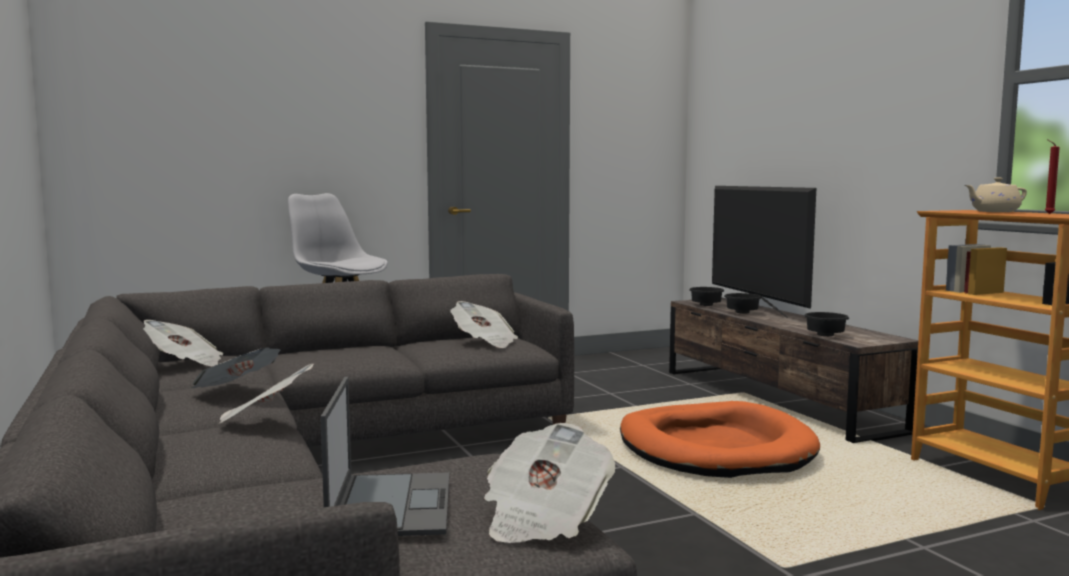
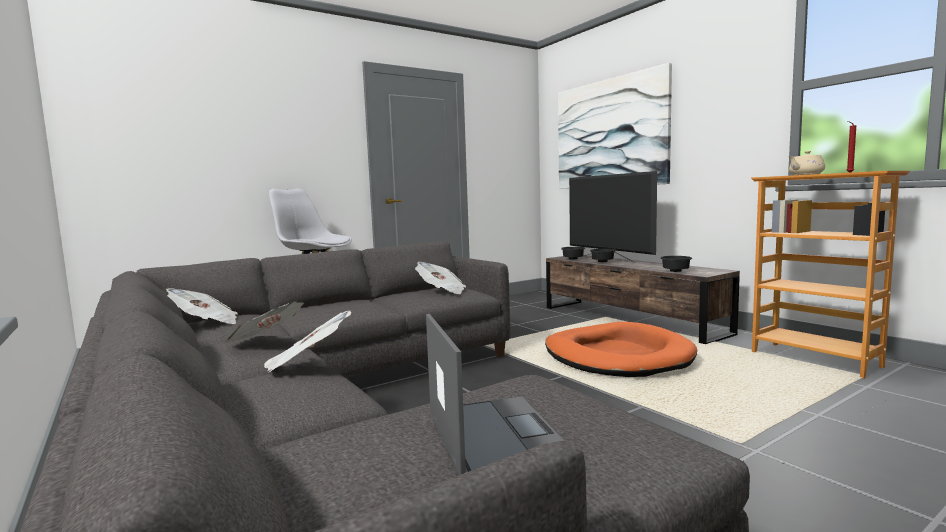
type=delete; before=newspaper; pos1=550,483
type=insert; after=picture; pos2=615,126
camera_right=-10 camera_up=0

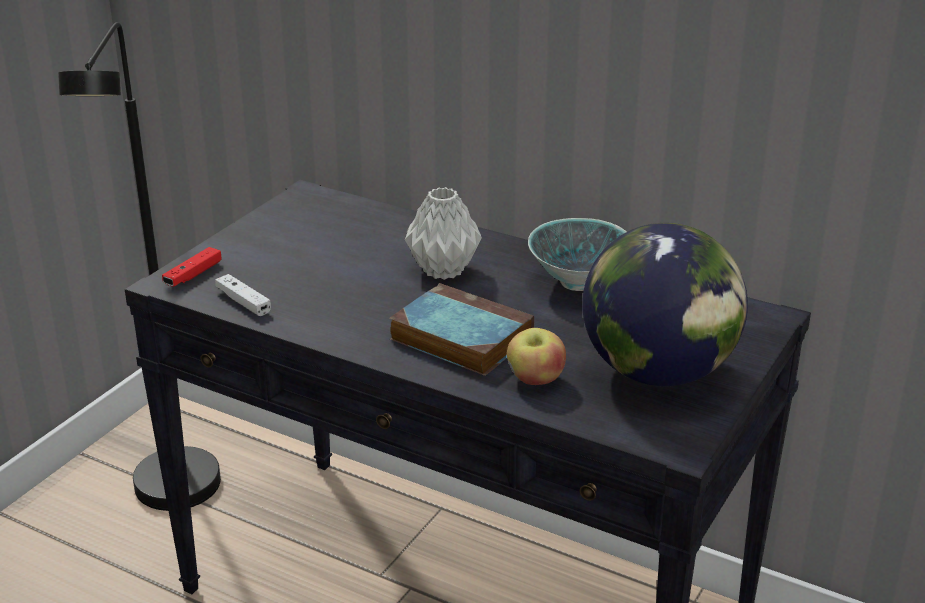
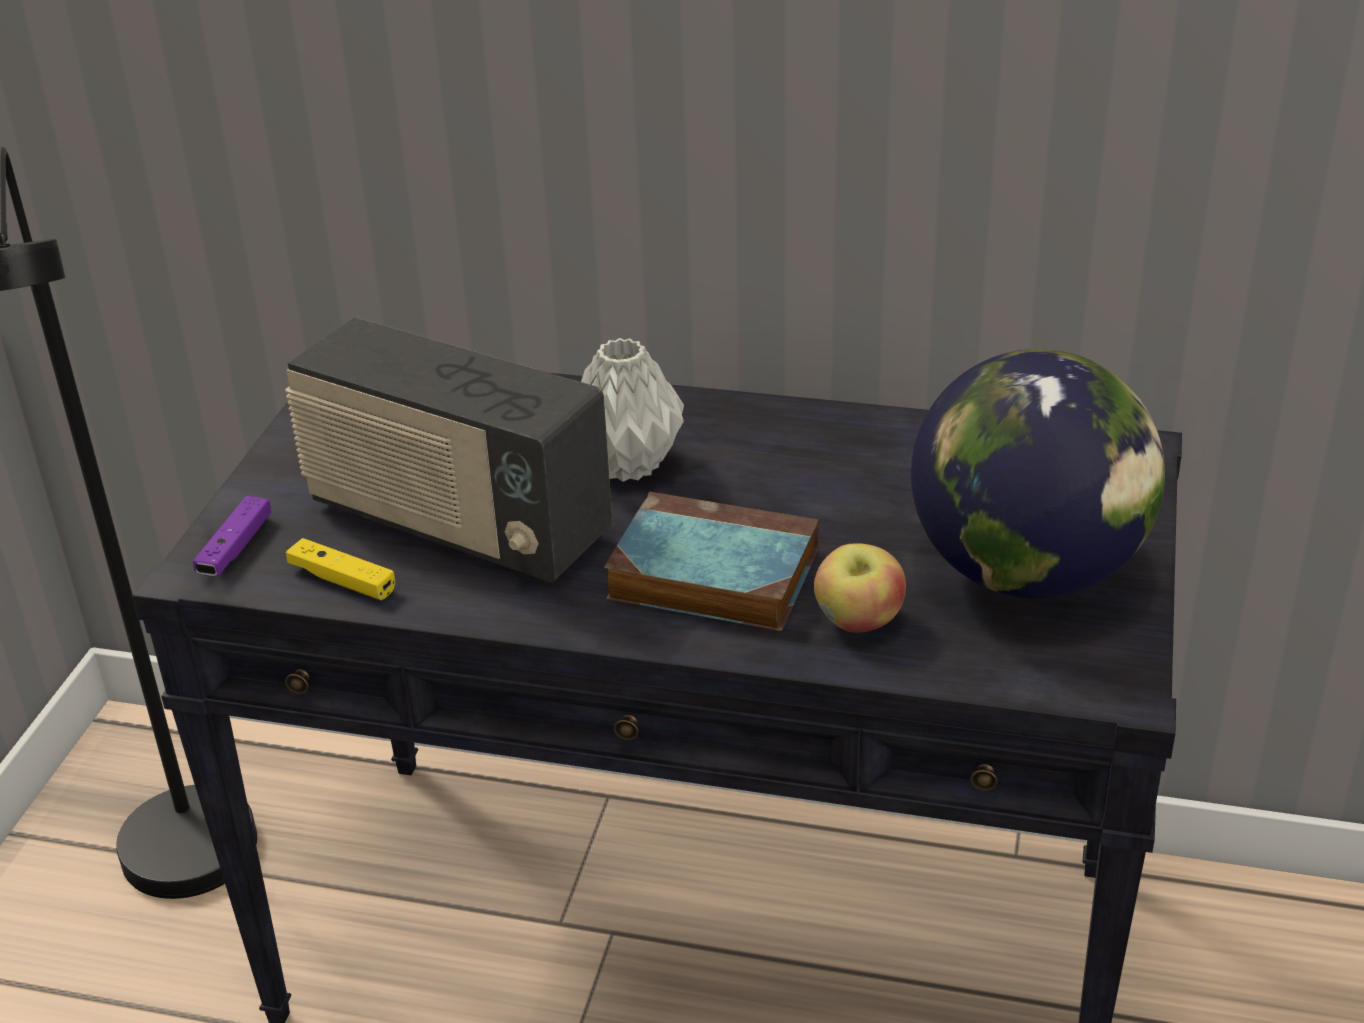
type=delete; before=bowl; pos1=577,254
type=insert; after=radio; pos2=448,449
type=recolor; before=red game controller; after=purple game controller; pos1=191,267; pos2=232,536
type=recolor; before=white game controller; after=yellow game controller; pos1=243,295; pos2=340,569
camera_right=-15 camera_up=5

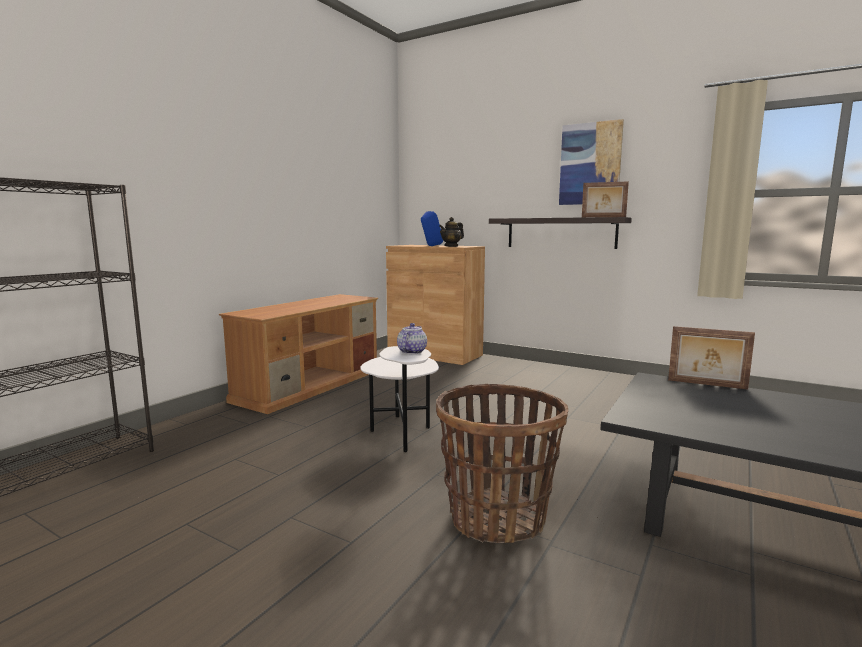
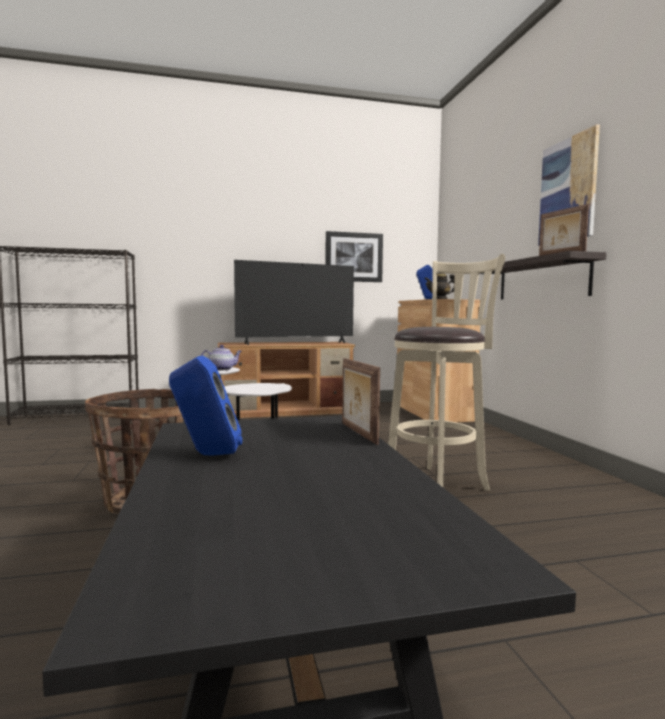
type=insert; after=blue speaker; pos2=205,406
type=insert; after=television; pos2=294,302
type=insert; after=picture; pos2=354,256
type=insert; after=beige stool; pos2=446,372
camera_right=45 camera_up=-5

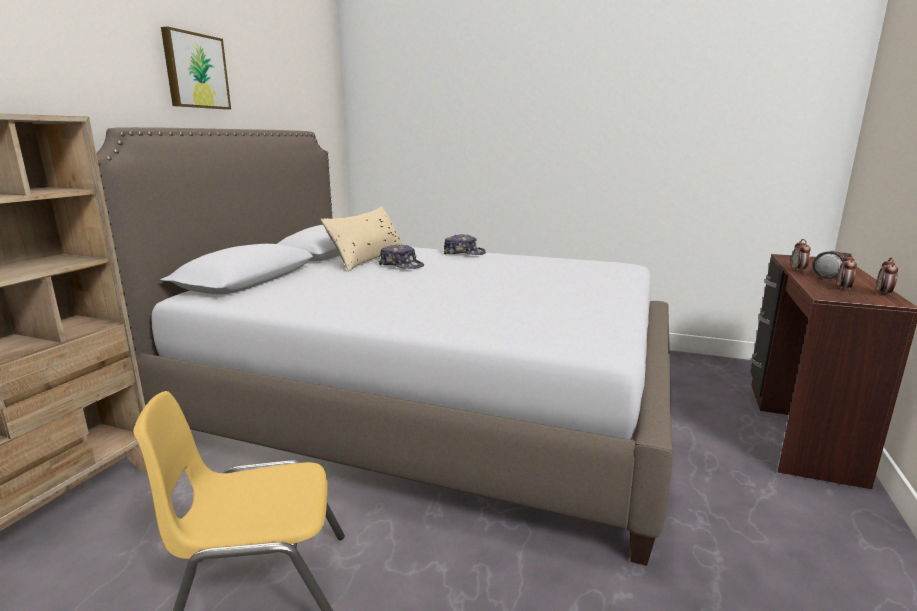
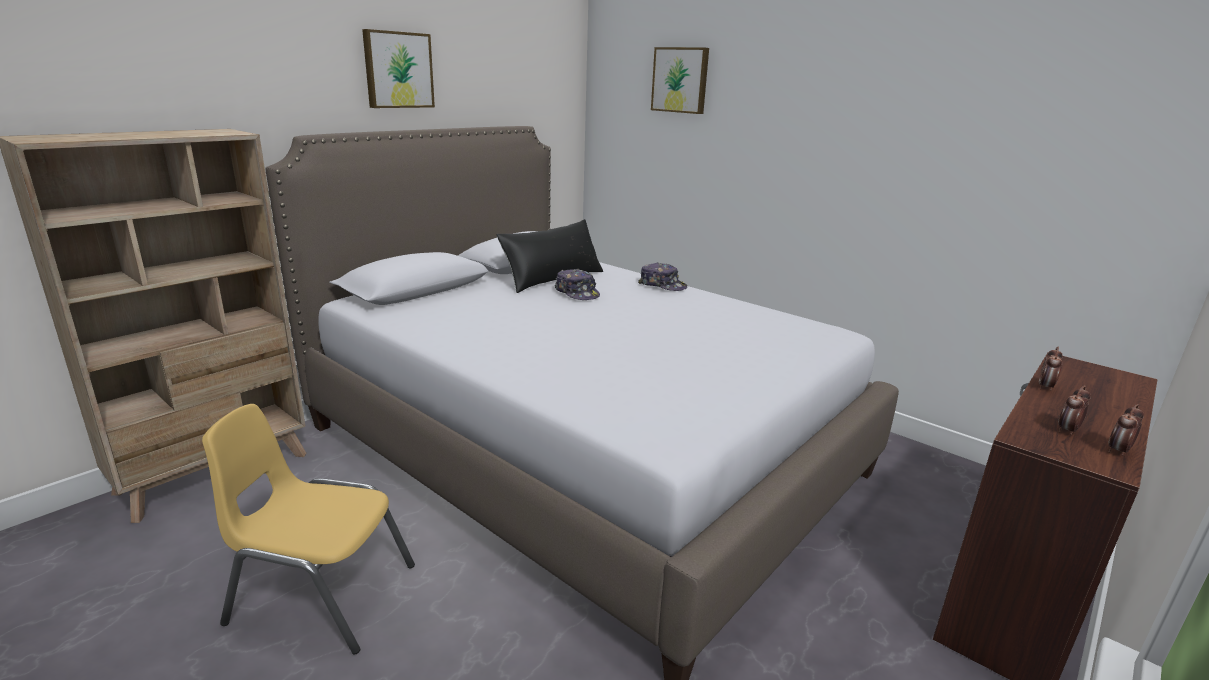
type=delete; before=flashlight; pos1=832,265
type=insert; after=picture; pos2=680,80
type=recolor; before=beige pillow; after=black pillow; pos1=361,238; pos2=549,256
camera_right=20 camera_up=5

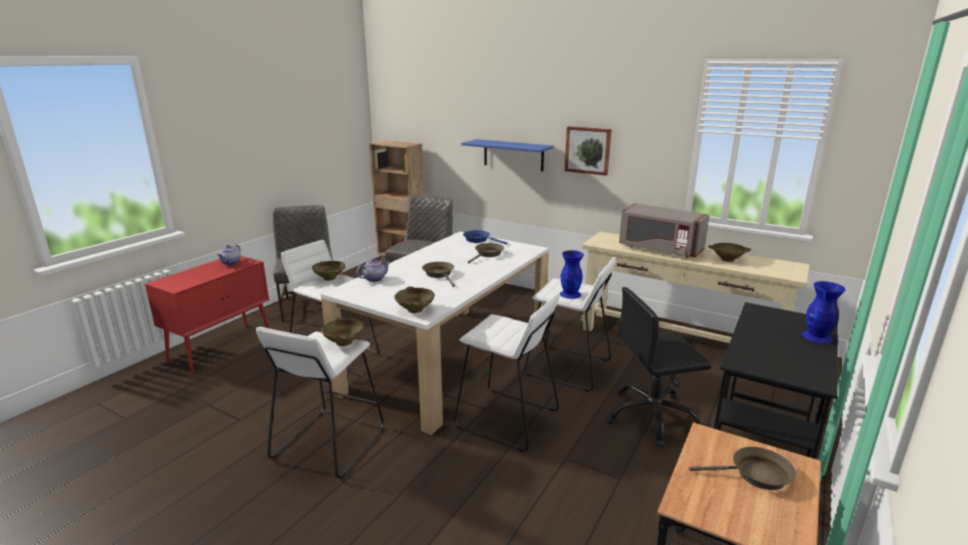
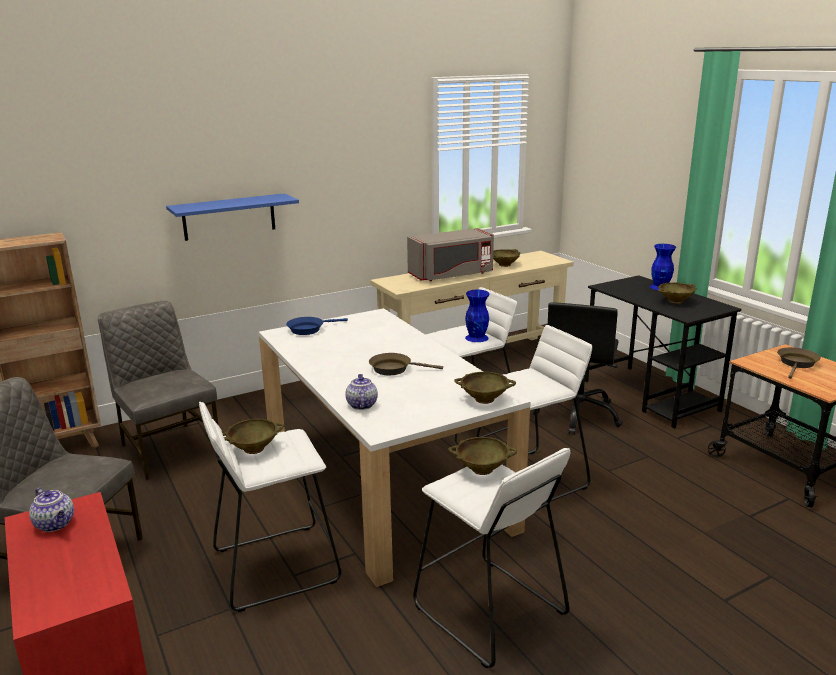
type=delete; before=brown frying pan; pos1=486,253
type=delete; before=picture; pos1=588,151
type=insert; after=beige bowl; pos2=677,293
camera_right=-60 camera_up=0

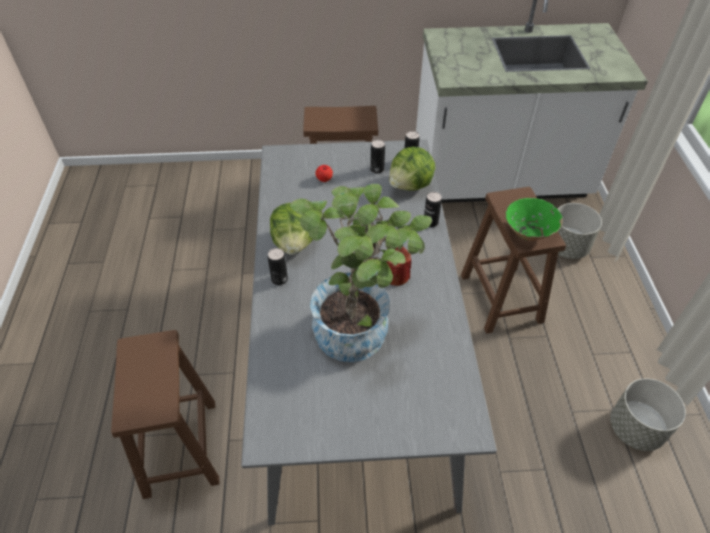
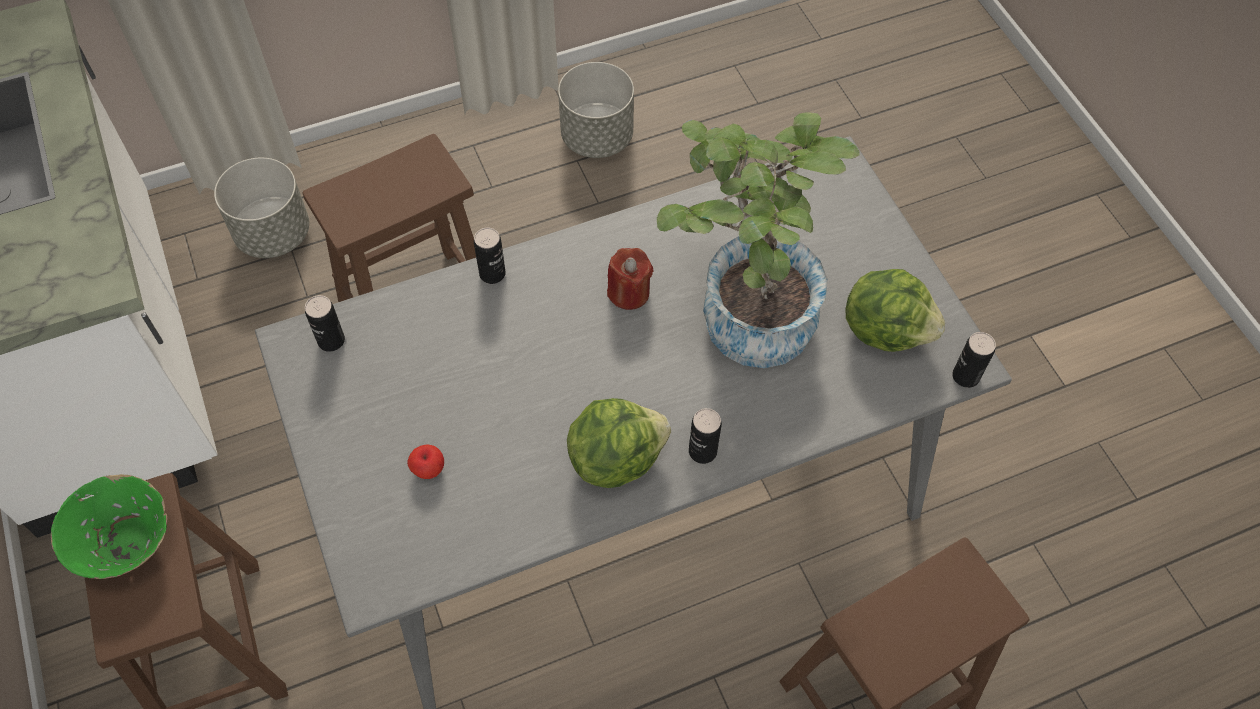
type=move; before=can; pos1=377,156; pos2=974,360
type=move; before=lettuce; pos1=412,169; pos2=895,310
type=move; before=green bowl; pos1=534,219; pos2=109,526
camera_right=-110 camera_up=10

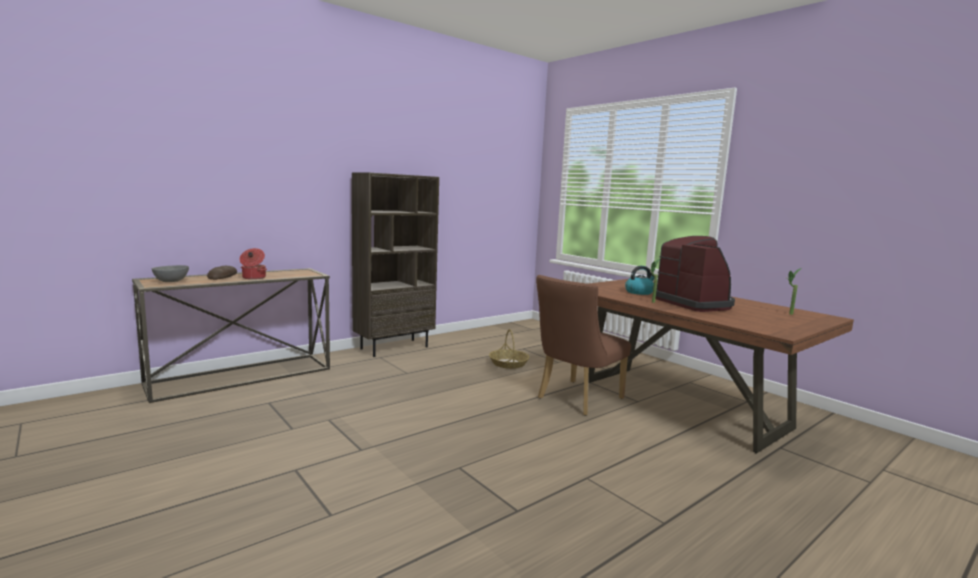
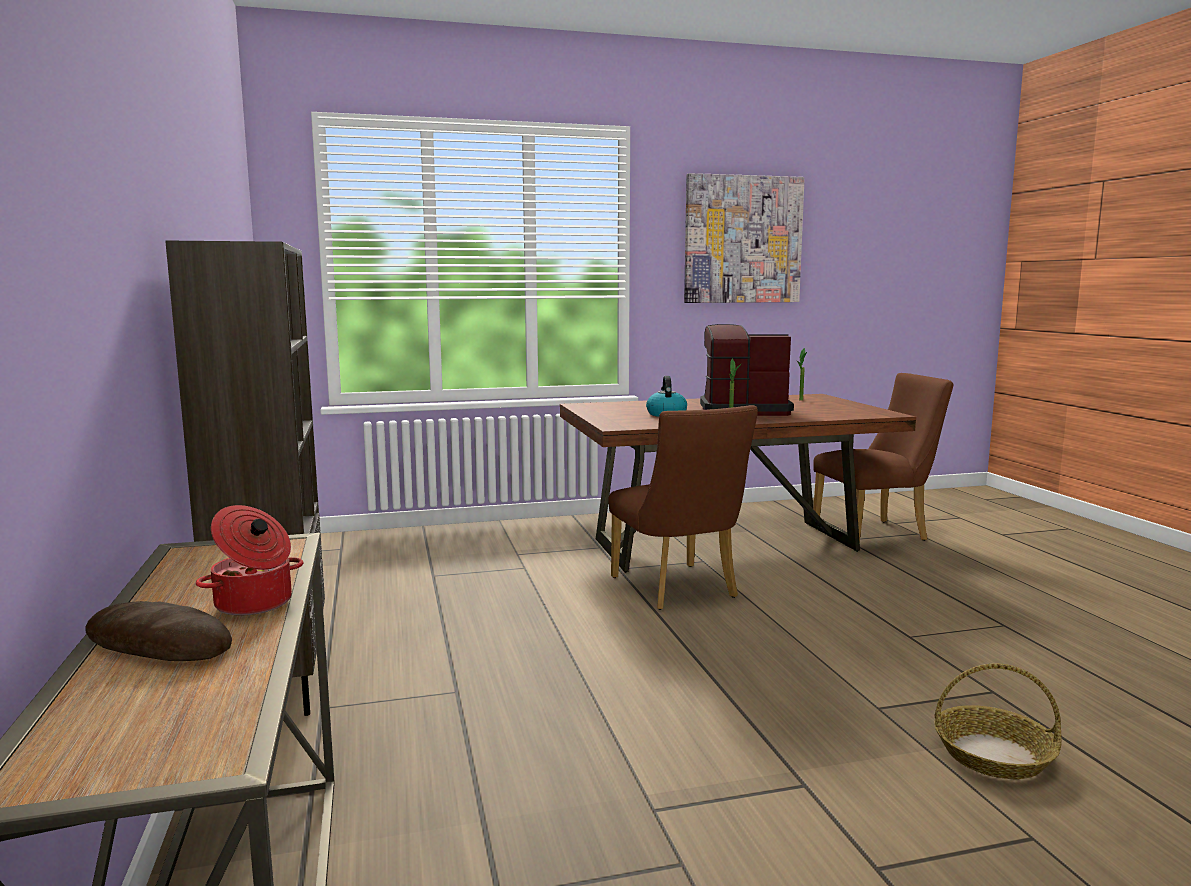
type=delete; before=grey bowl; pos1=170,273
type=insert; after=picture; pos2=744,238
type=insert; after=brown chair; pos2=883,457
type=move; before=basket; pos1=509,349; pos2=998,721
camera_right=-65 camera_up=0

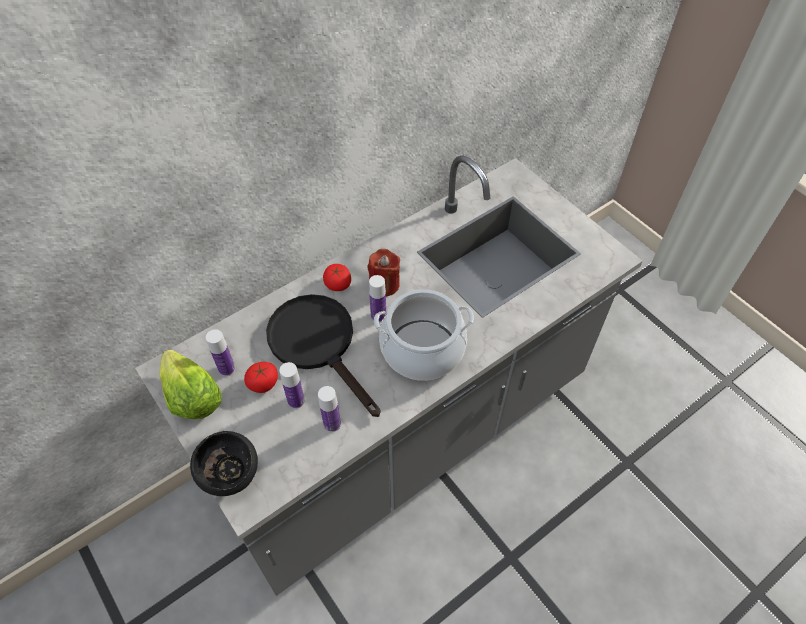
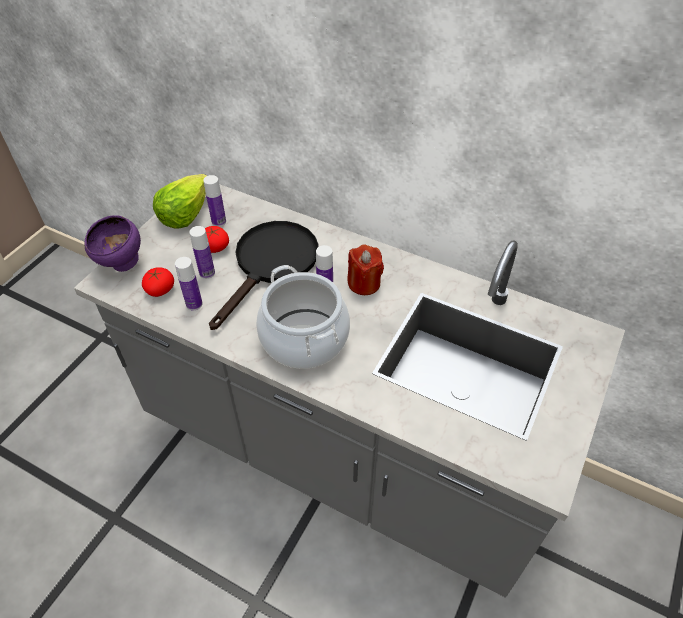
type=move; before=tomato; pos1=337,277; pos2=158,282
type=recolor; before=black bowl; after=purple bowl; pos1=224,463; pos2=112,243
camera_right=65 camera_up=-5

